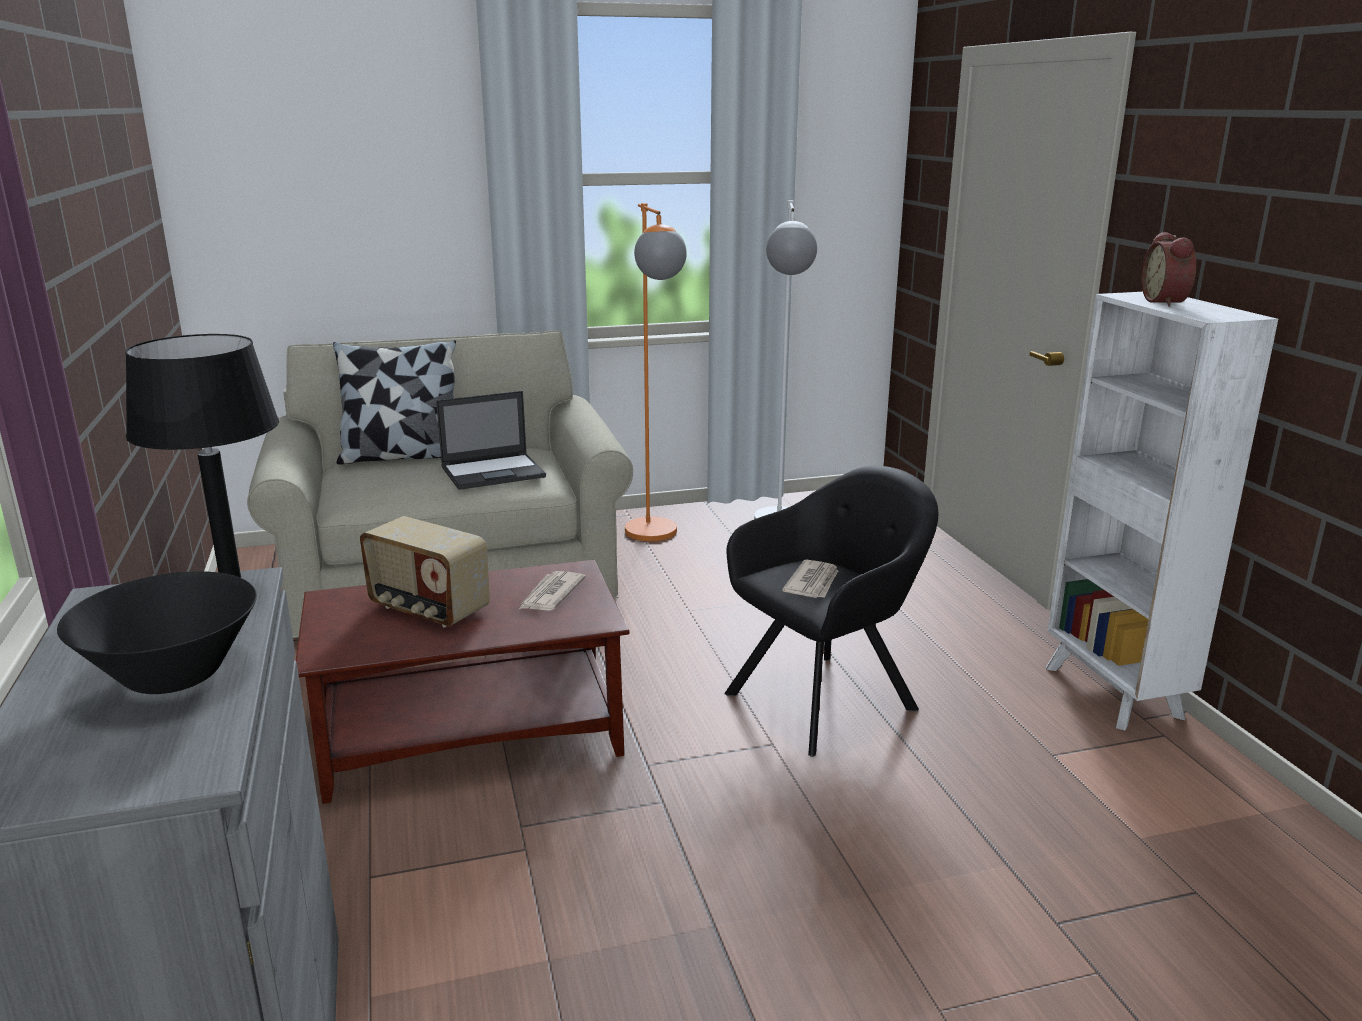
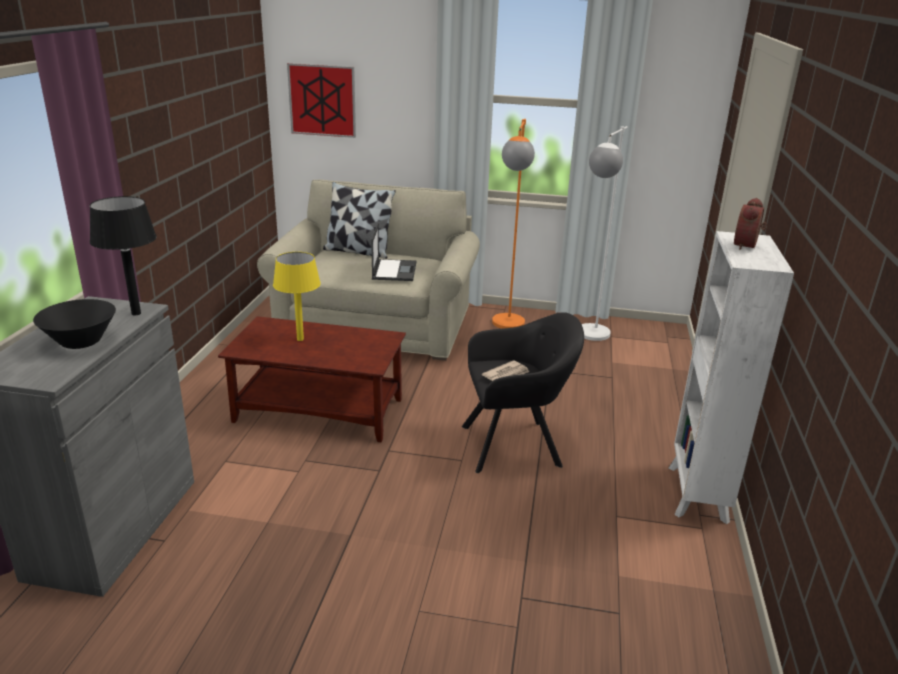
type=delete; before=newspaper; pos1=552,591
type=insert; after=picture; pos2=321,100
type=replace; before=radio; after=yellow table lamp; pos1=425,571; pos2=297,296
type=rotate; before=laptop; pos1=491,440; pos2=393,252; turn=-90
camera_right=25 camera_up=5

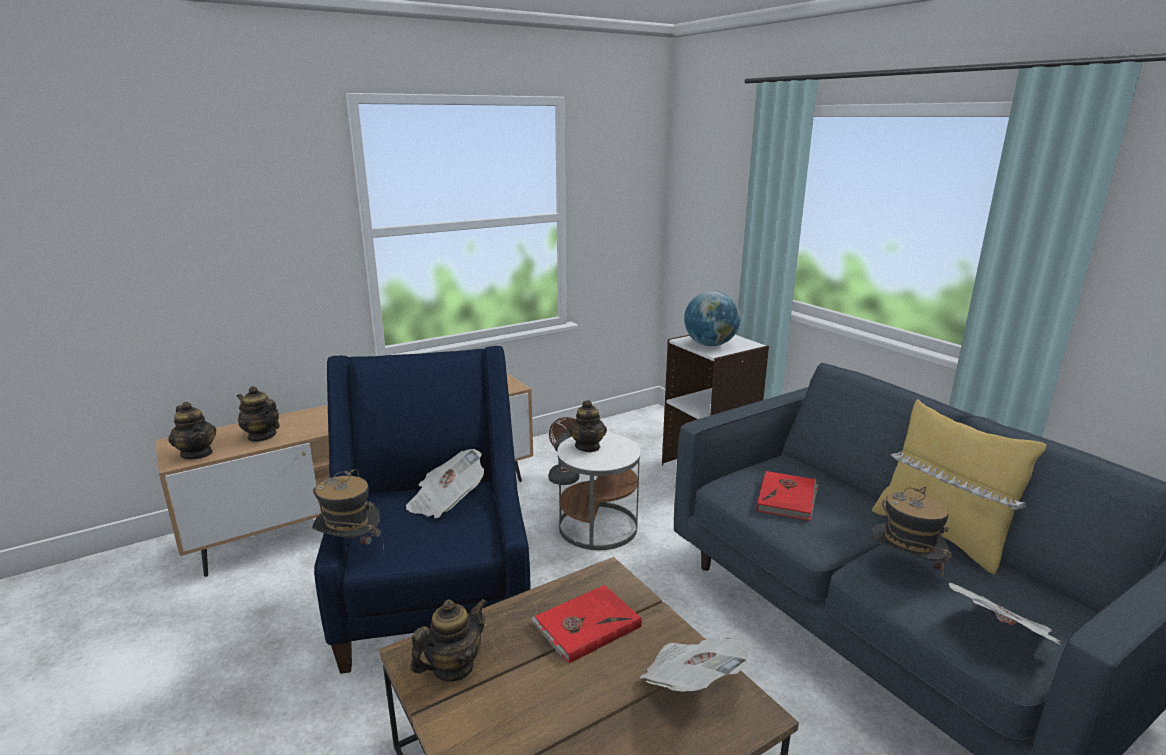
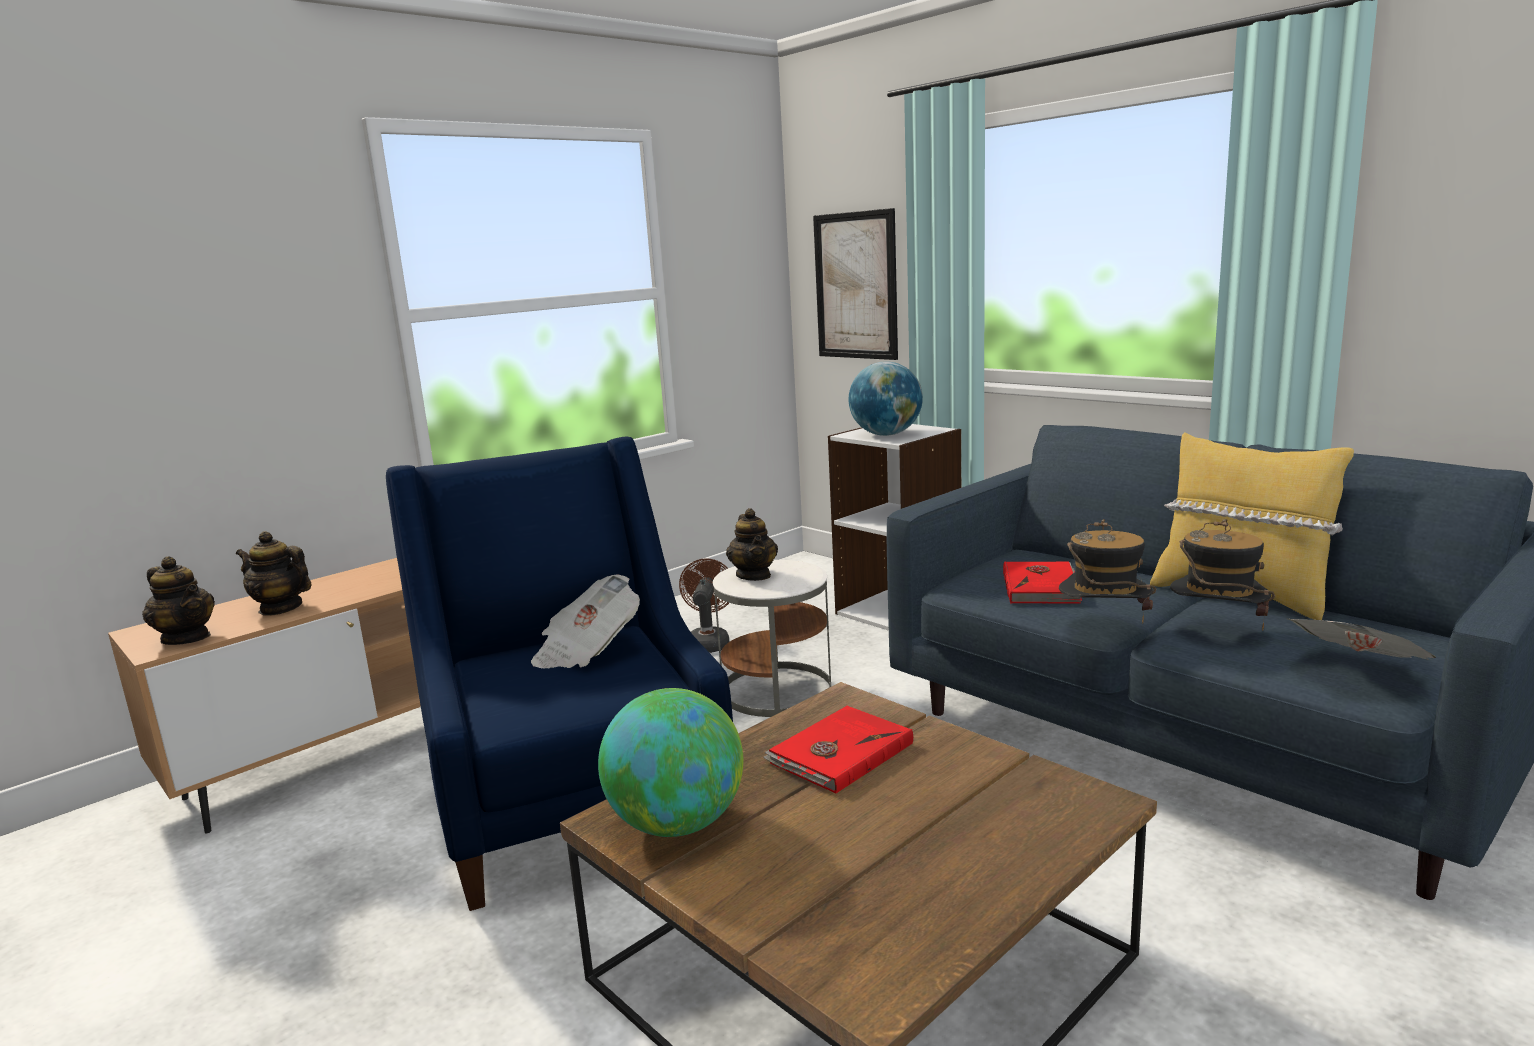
type=delete; before=newspaper; pos1=695,665
type=insert; after=picture; pos2=855,284
type=move; before=hat; pos1=348,509; pos2=1107,571
type=replace; before=teapot; after=globe; pos1=448,640; pos2=670,762
camera_right=-10 camera_up=-5

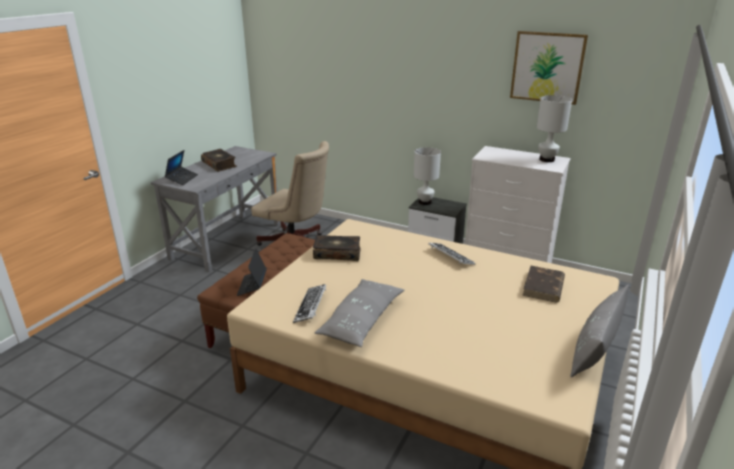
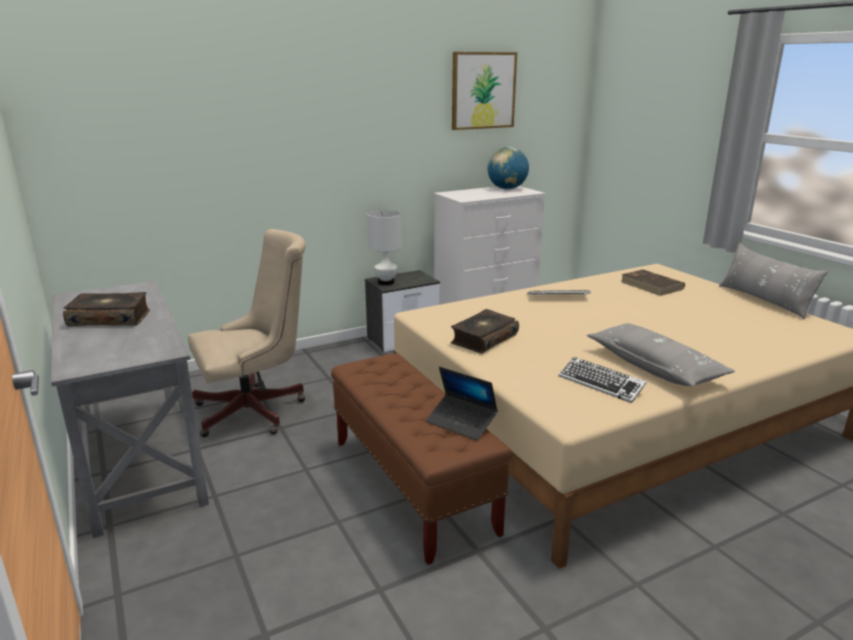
type=delete; before=laptop; pos1=181,167
type=replace; before=white table lamp; after=globe; pos1=554,128; pos2=508,168
camera_right=-55 camera_up=-5

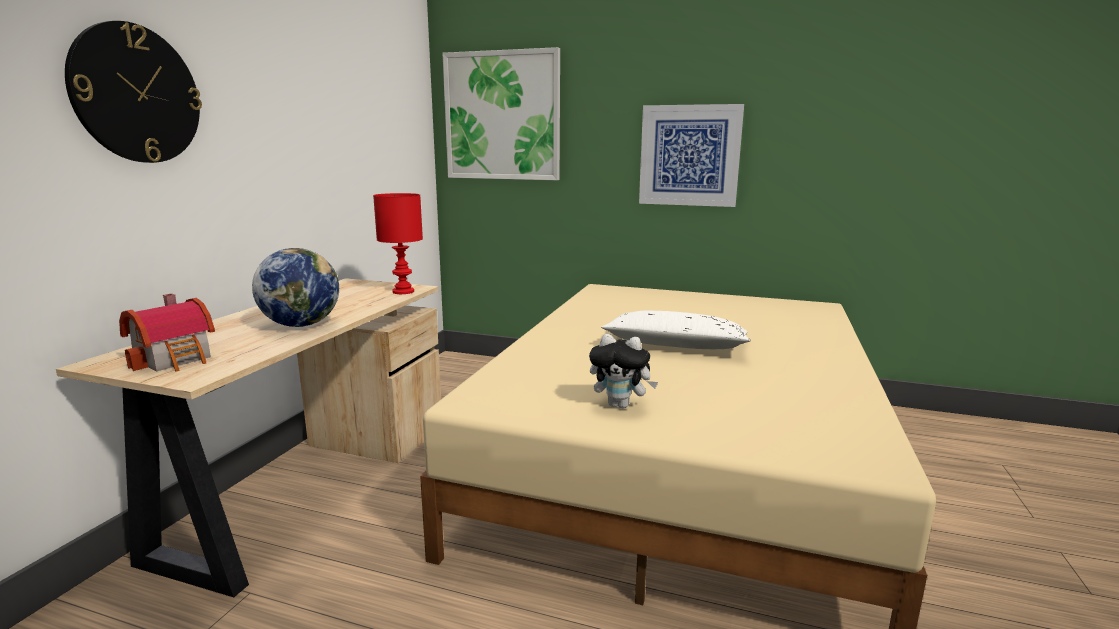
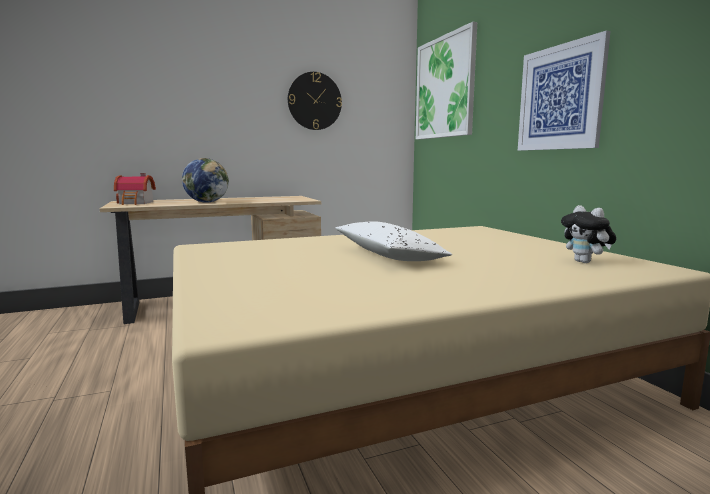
type=delete; before=red table lamp; pos1=398,243
type=move; before=wall clock; pos1=133,92; pos2=315,101
type=move; before=plush toy; pos1=623,371; pos2=588,234
camera_right=50 camera_up=-5

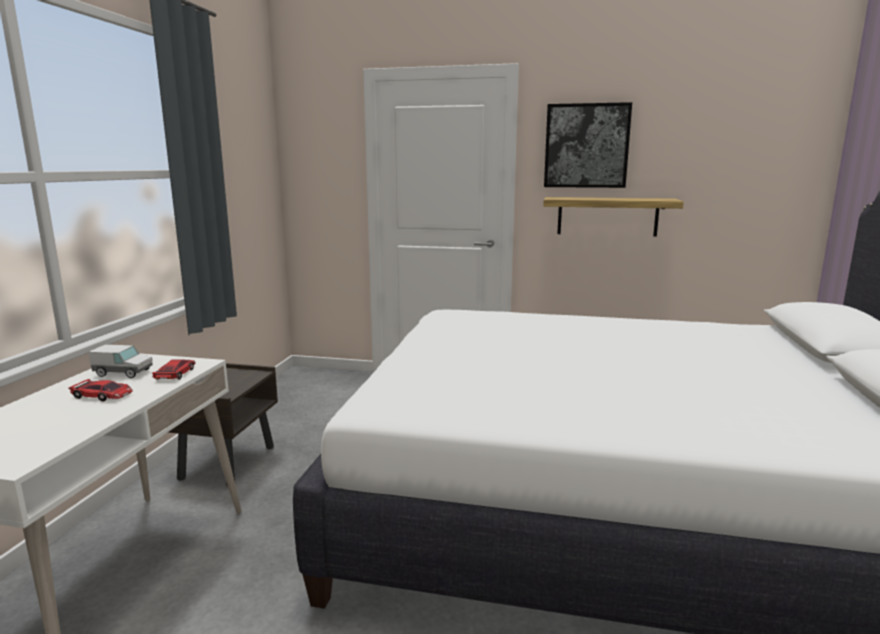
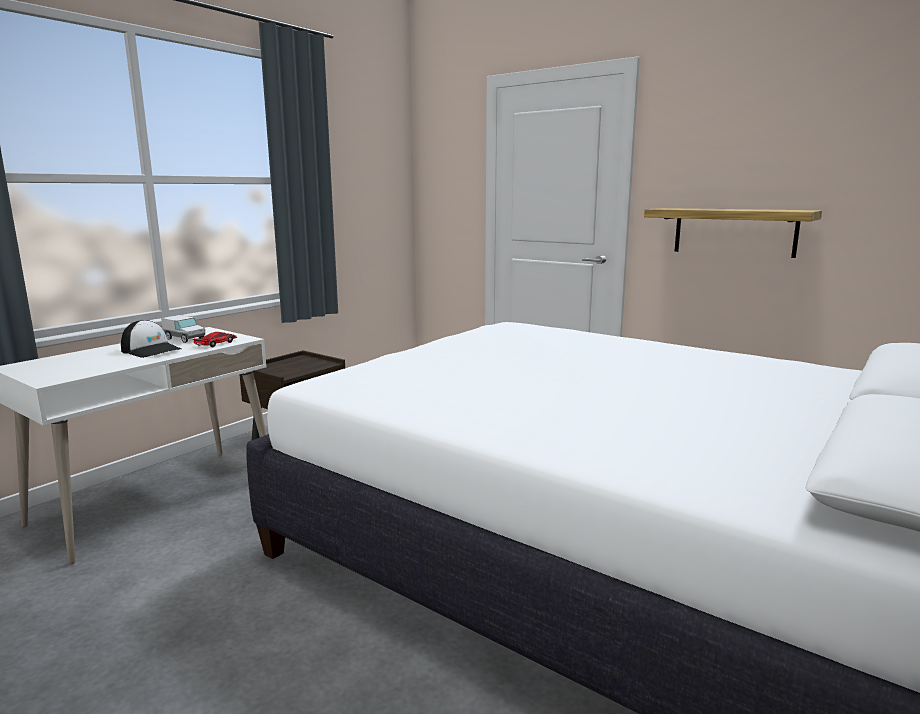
type=delete; before=picture; pos1=588,145
type=replace; before=toy car; after=cap; pos1=101,390; pos2=151,339
camera_right=25 camera_up=0

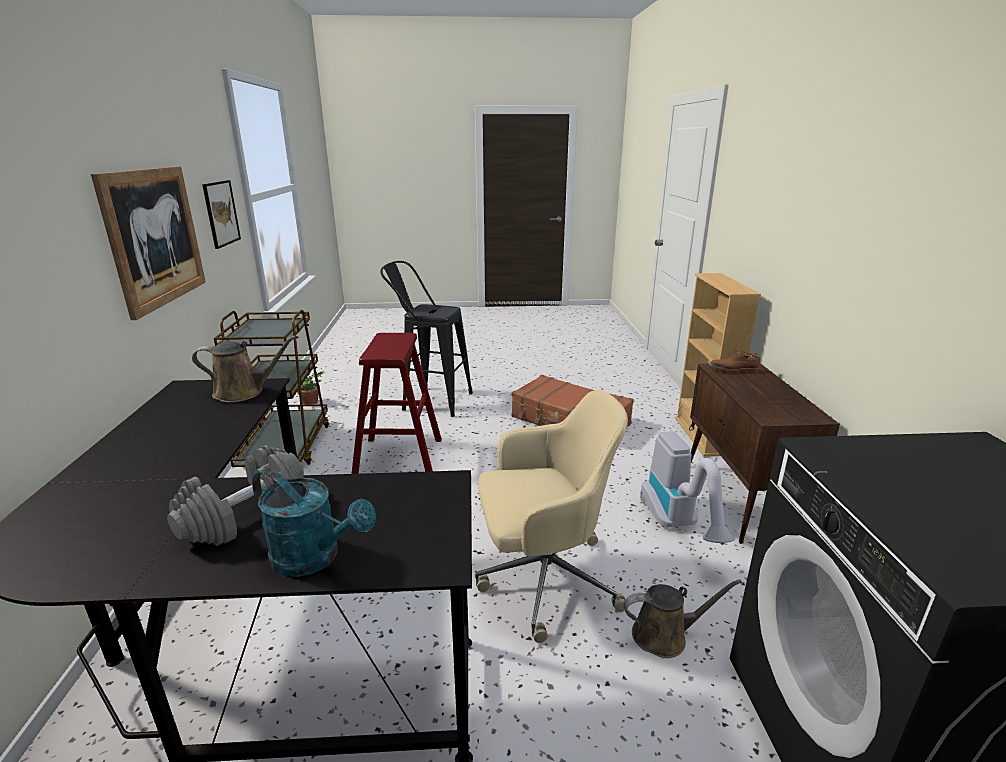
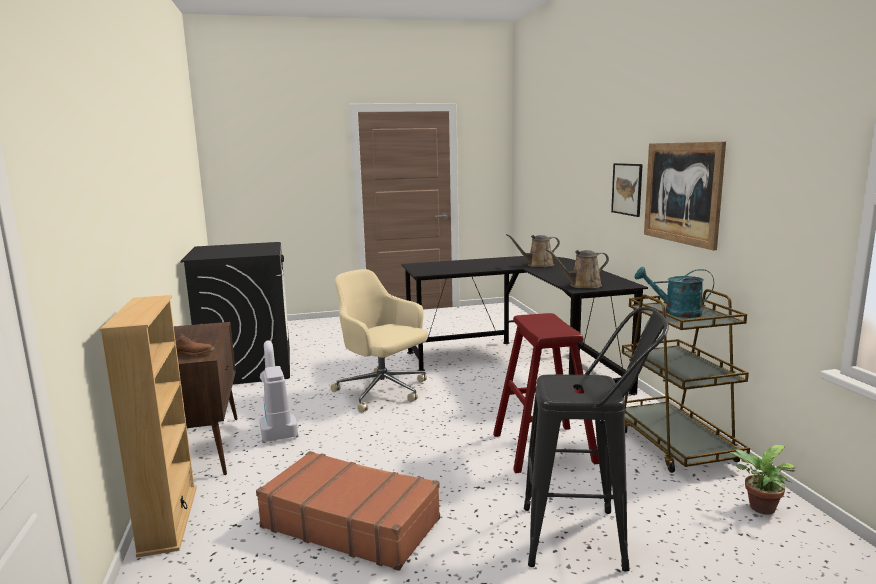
type=delete; before=grey dumbbell; pos1=235,495
type=move; before=picture; pos1=221,214; pos2=627,190
type=move; before=turquoise watering can; pos1=314,522; pos2=674,292
type=move; before=brown watering can; pos1=682,618; pos2=533,250
type=rotate; before=beige office chair; pos1=551,516; pos2=379,341; turn=60
camera_right=170 camera_up=-10

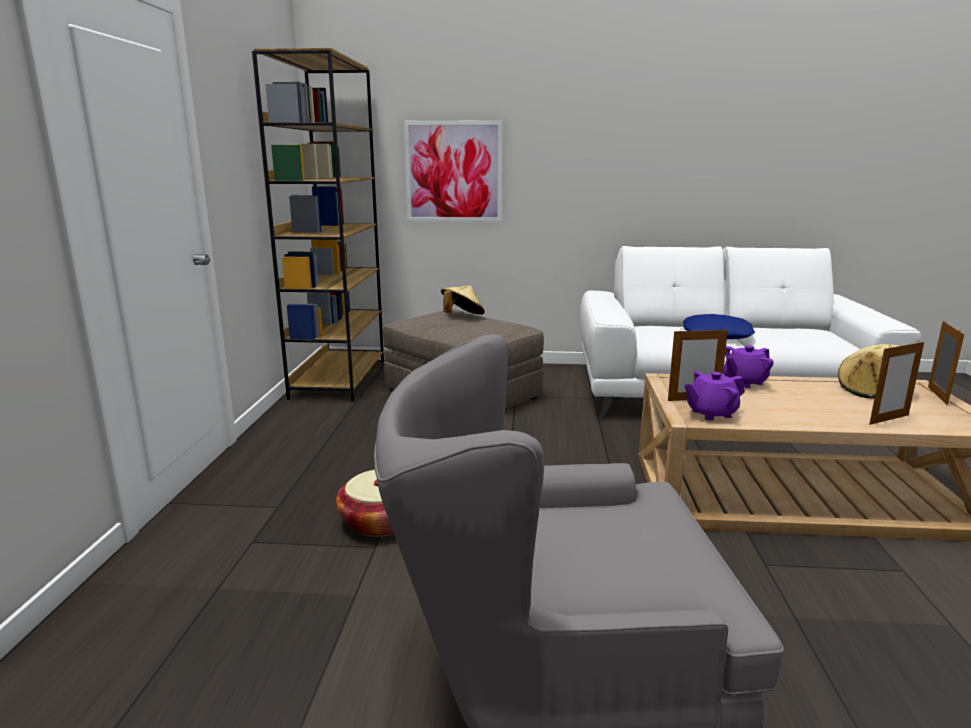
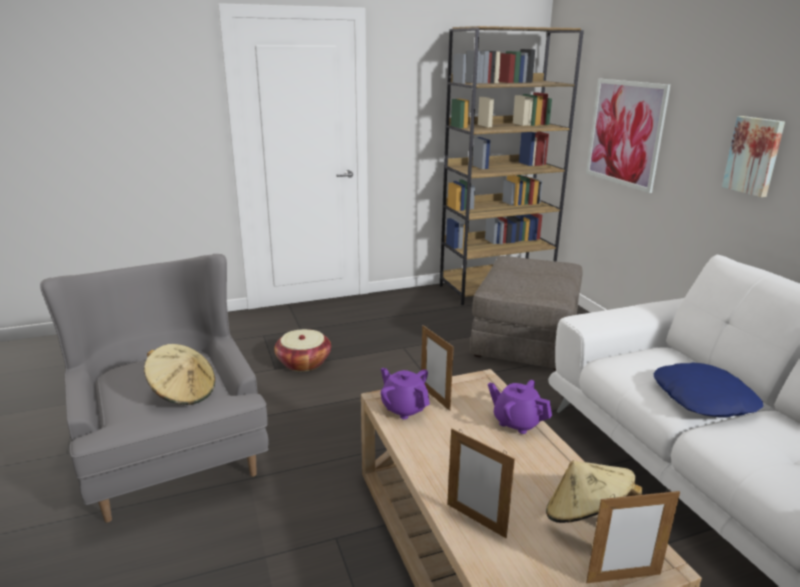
type=insert; after=picture; pos2=753,156
type=move; before=beige hat; pos1=463,300; pos2=179,374
camera_right=65 camera_up=5

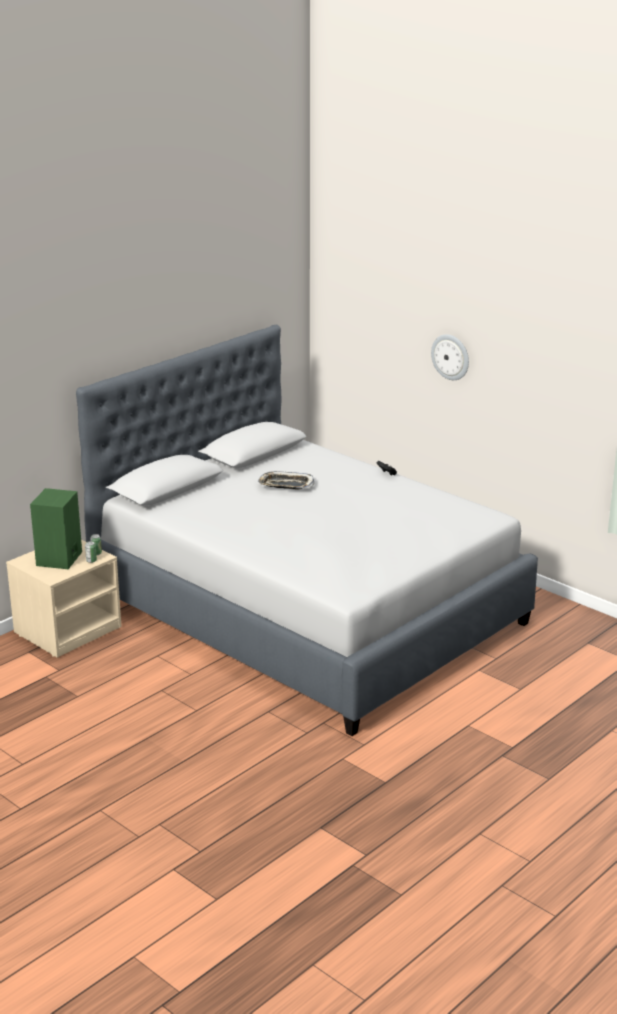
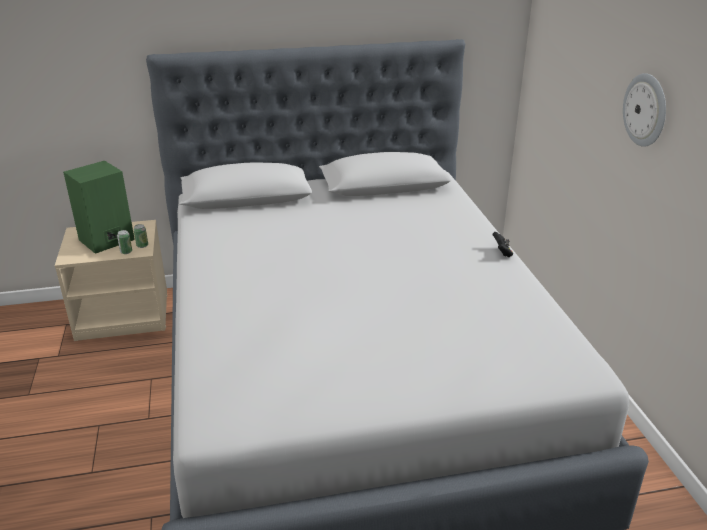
type=delete; before=tray; pos1=286,480
camera_right=35 camera_up=5

